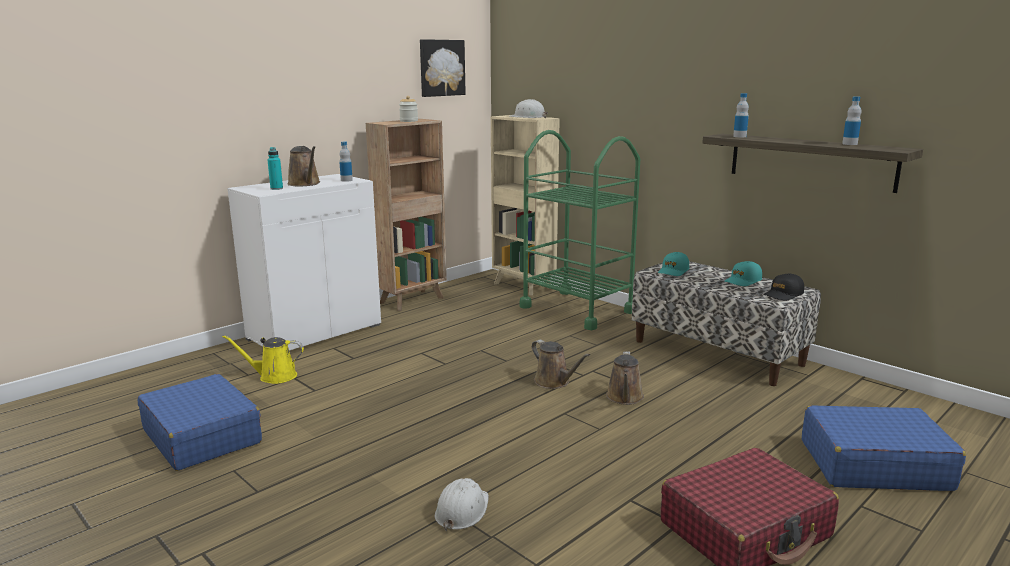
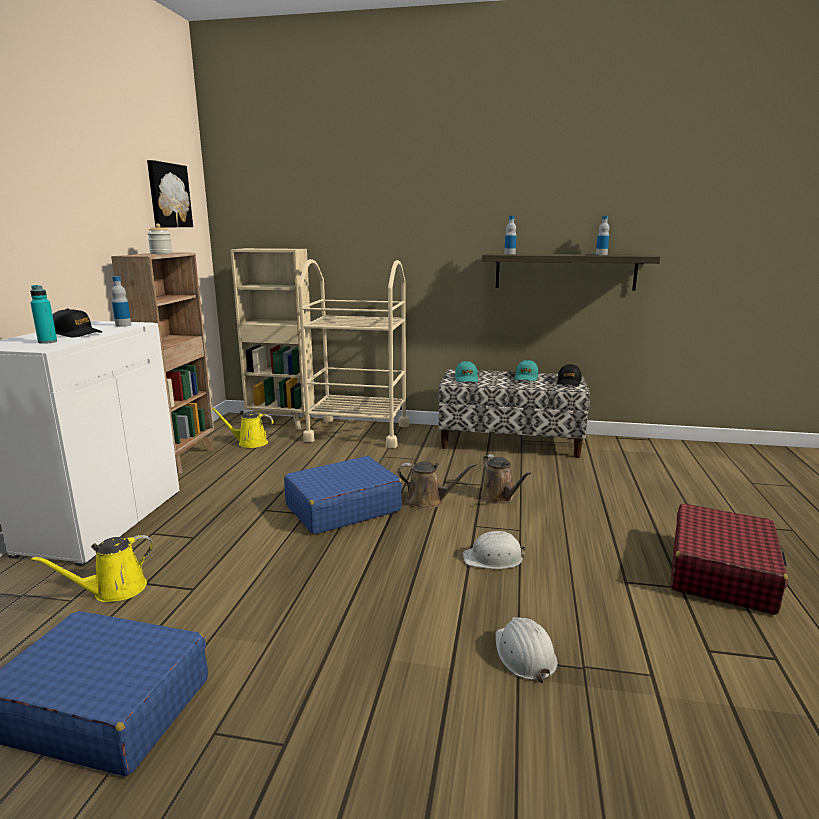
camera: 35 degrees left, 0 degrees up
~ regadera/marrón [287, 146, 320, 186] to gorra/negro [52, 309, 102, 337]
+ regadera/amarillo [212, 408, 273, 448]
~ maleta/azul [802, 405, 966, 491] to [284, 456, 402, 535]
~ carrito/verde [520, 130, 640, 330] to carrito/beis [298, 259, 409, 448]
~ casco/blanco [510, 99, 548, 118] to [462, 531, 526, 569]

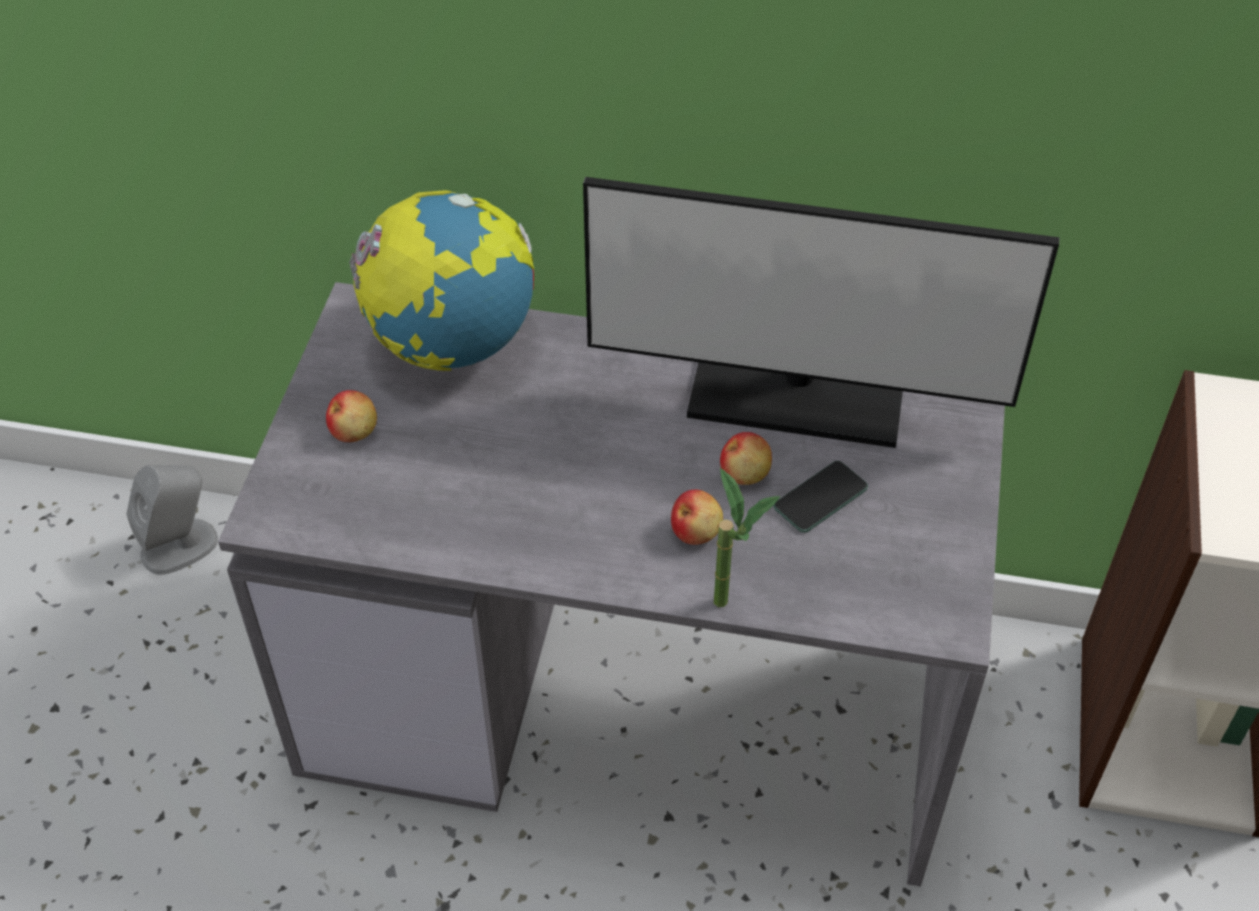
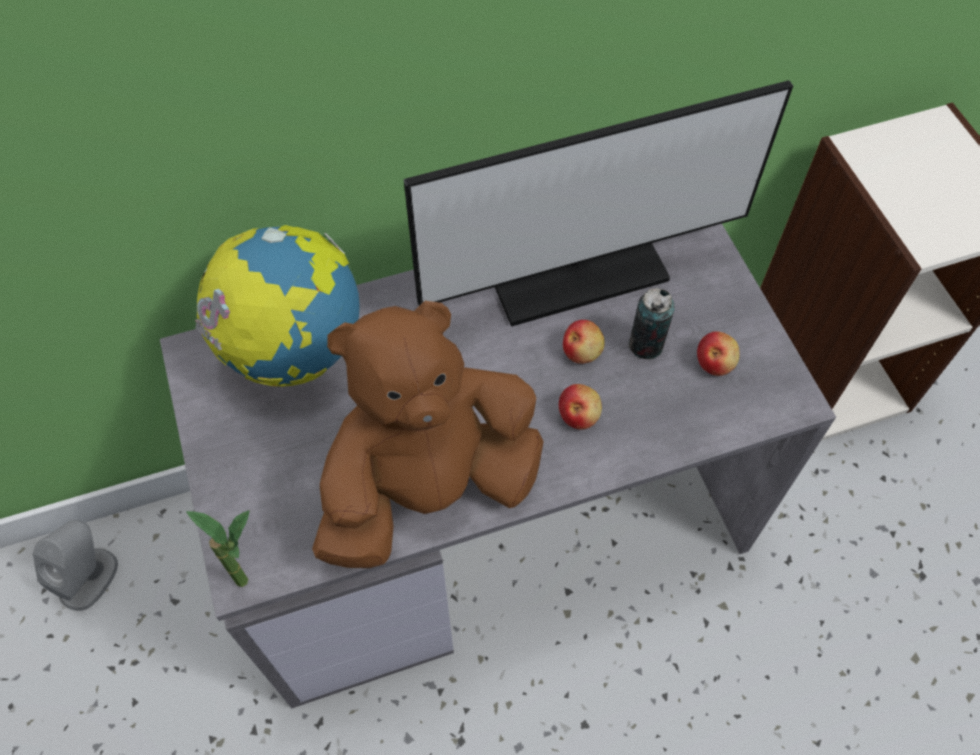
camera: 30 degrees left, 10 degrees up
~ planta en maceta [714, 468, 780, 607] to [186, 510, 250, 587]
+ peluche/marrón [312, 301, 544, 568]
~ móvil [773, 461, 868, 533] to lata [629, 288, 675, 359]
~ manzana [326, 390, 377, 442] to [697, 331, 740, 376]

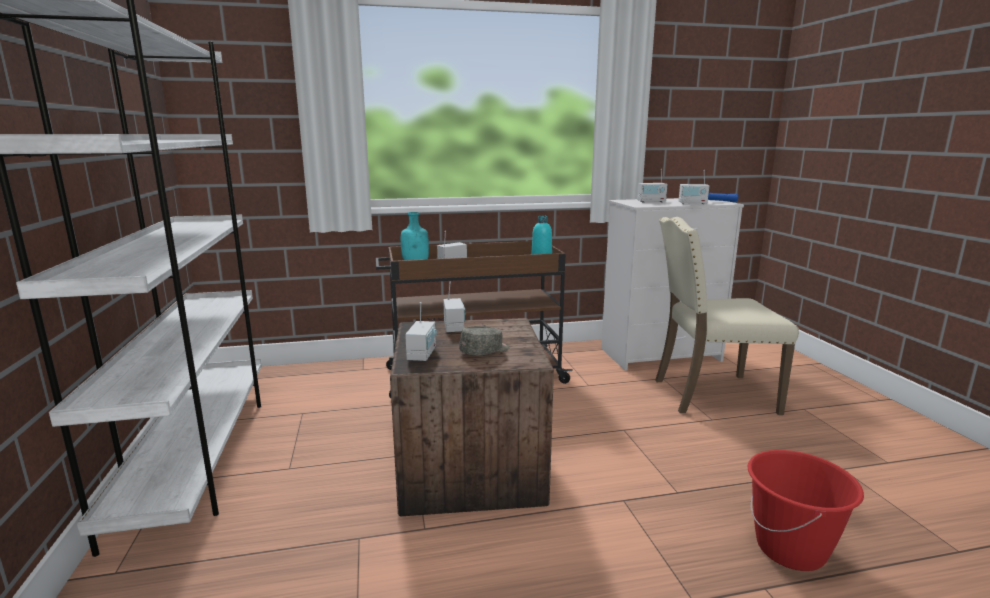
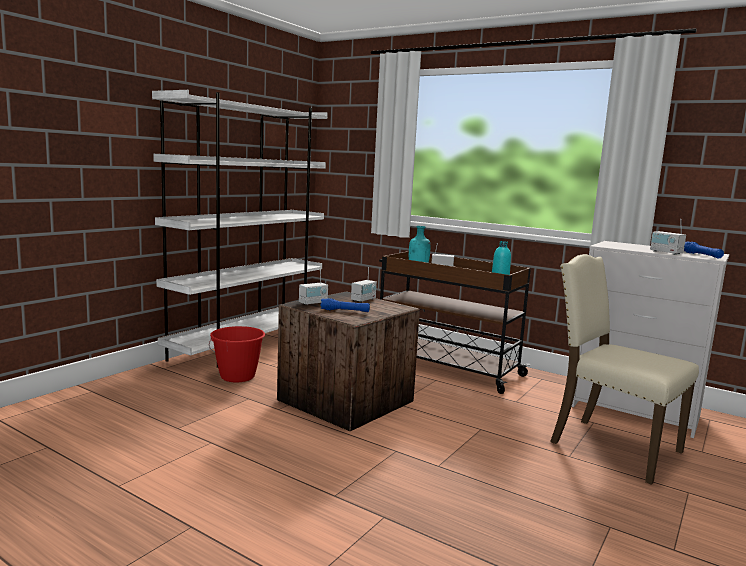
camera: 45 degrees right, 5 degrees down
~ cubo/rojo [747, 450, 864, 571] to [209, 326, 265, 382]
~ gorra/gris [459, 326, 510, 355] to linterna/azul [320, 298, 370, 312]
- radio [637, 169, 668, 203]

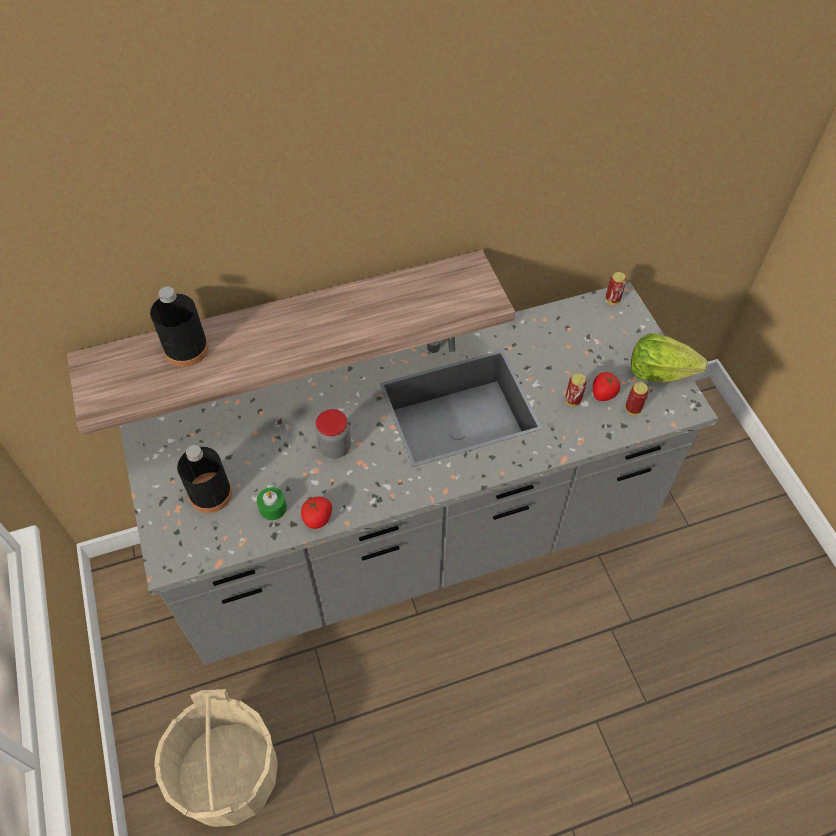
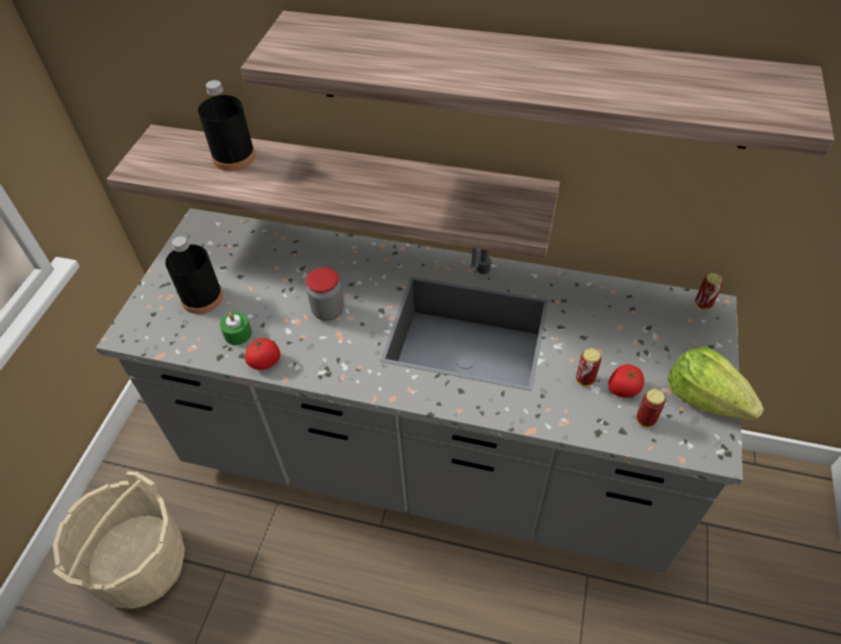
camera: 35 degrees right, 5 degrees down
+ estante [241, 11, 834, 157]

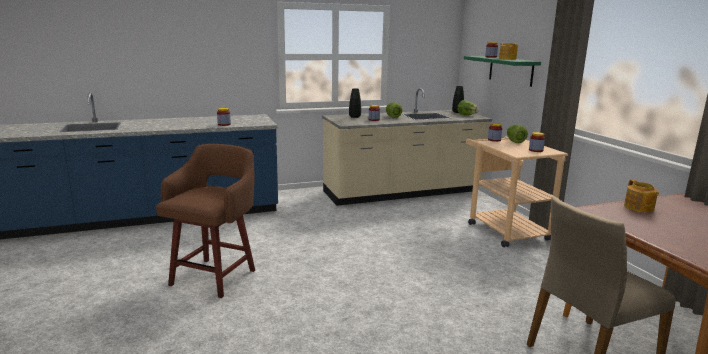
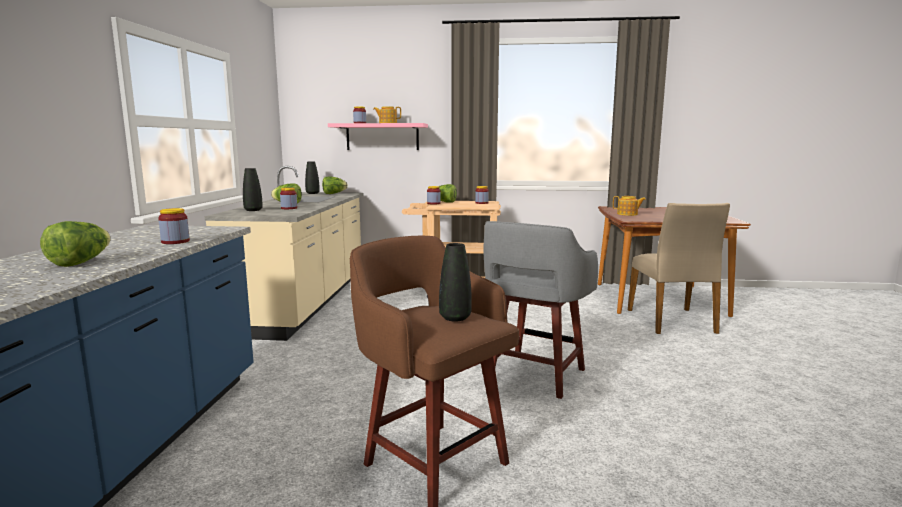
camera: 65 degrees left, 5 degrees down
+ lechuga [40, 221, 111, 267]
~ estante/verde [464, 56, 541, 87] to estante/rosa [328, 123, 428, 150]
+ florero/negro [439, 243, 472, 322]
+ taburete/gris [483, 221, 598, 399]

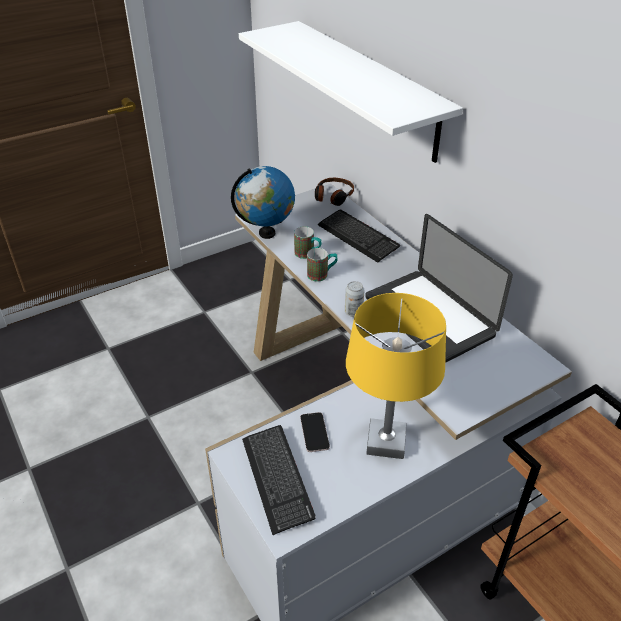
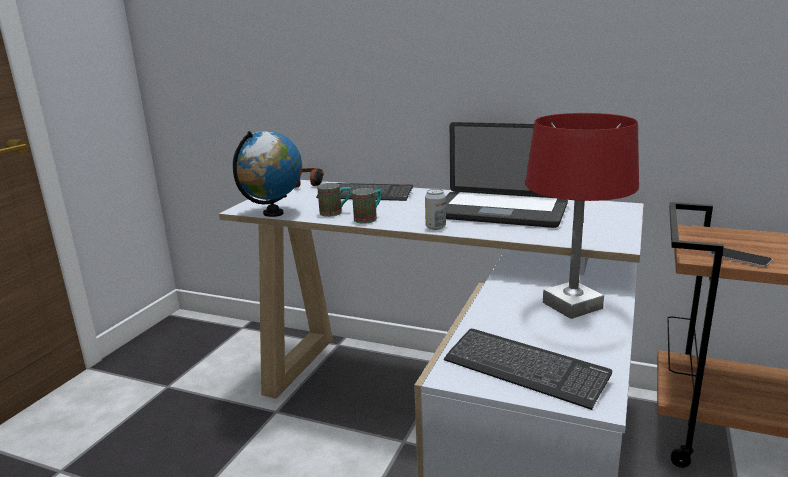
camera: 35 degrees left, 20 degrees down
~ lámpara de mesa/amarillo [346, 293, 446, 459] to lámpara de mesa/rojo [525, 113, 639, 319]
~ móvil [300, 412, 330, 452] to [710, 248, 773, 267]
- estante/blanco [239, 21, 463, 163]

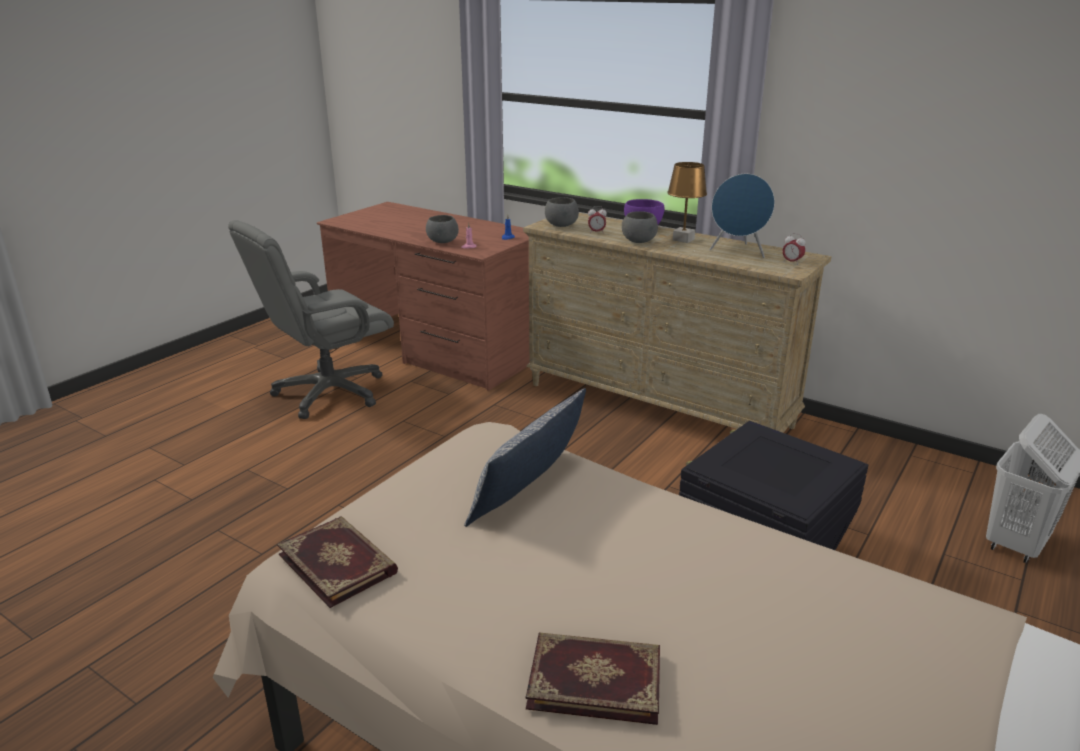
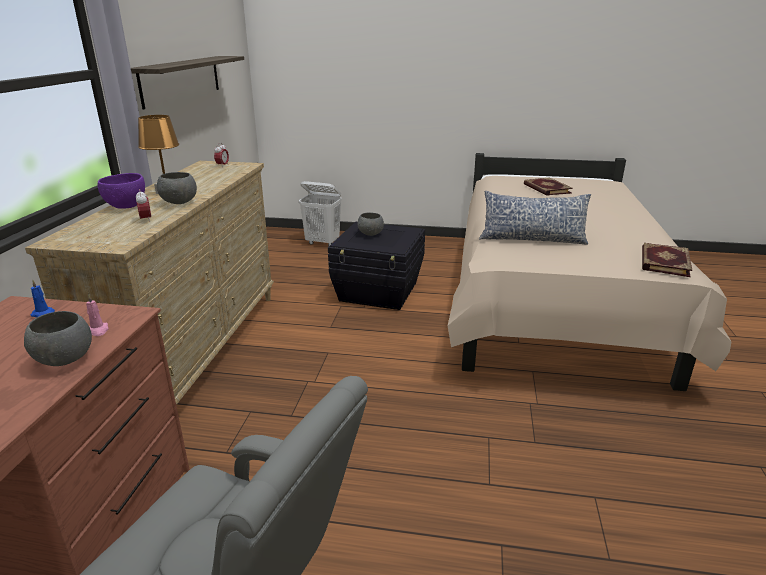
camera: 115 degrees left, 0 degrees up
+ estante [131, 56, 244, 109]
~ cuenco/gris [545, 197, 579, 227] to [357, 212, 384, 236]
~ libro [526, 632, 660, 725] to [524, 177, 573, 196]
- altavoz/azul [710, 174, 775, 258]

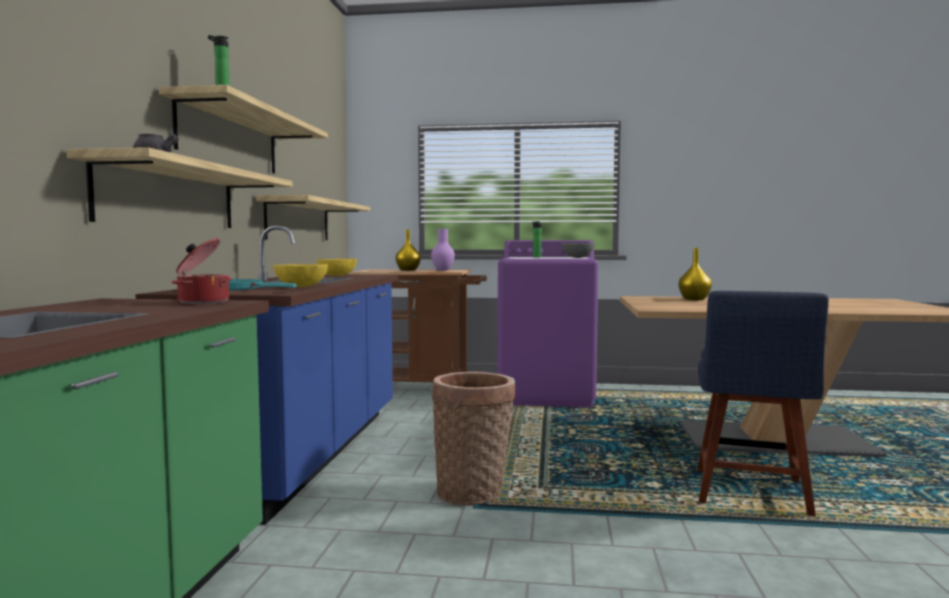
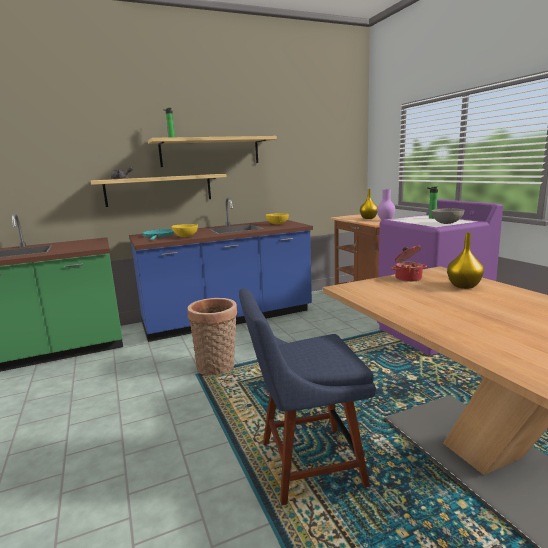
camera: 60 degrees right, 10 degrees up
~ olla [172, 238, 231, 304] to [391, 246, 427, 282]
- estante [256, 195, 370, 240]

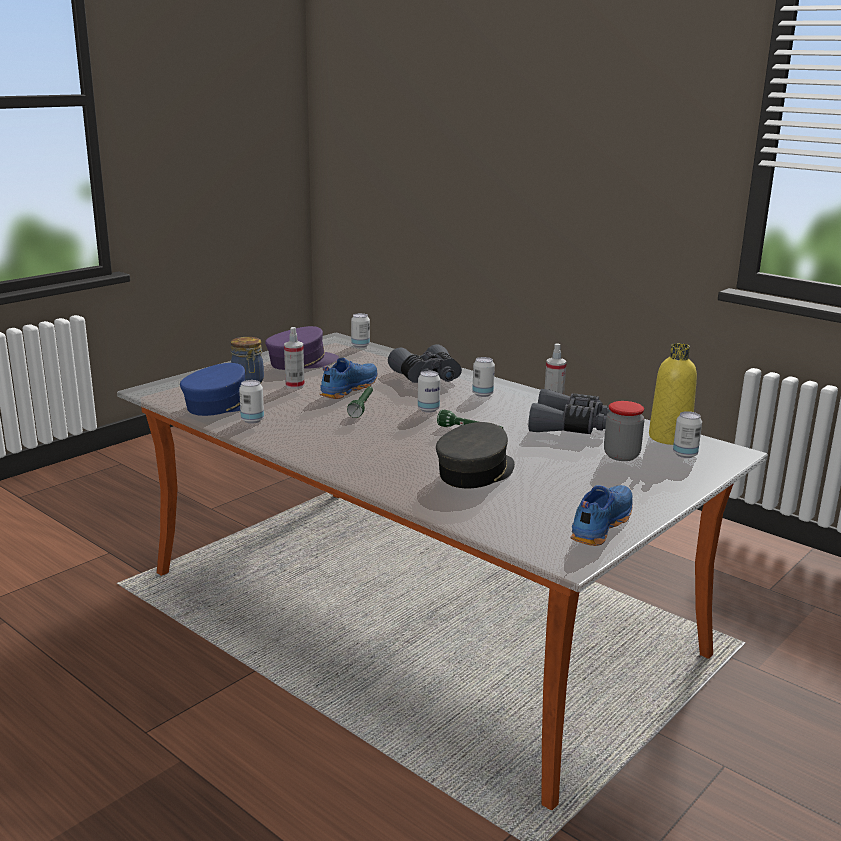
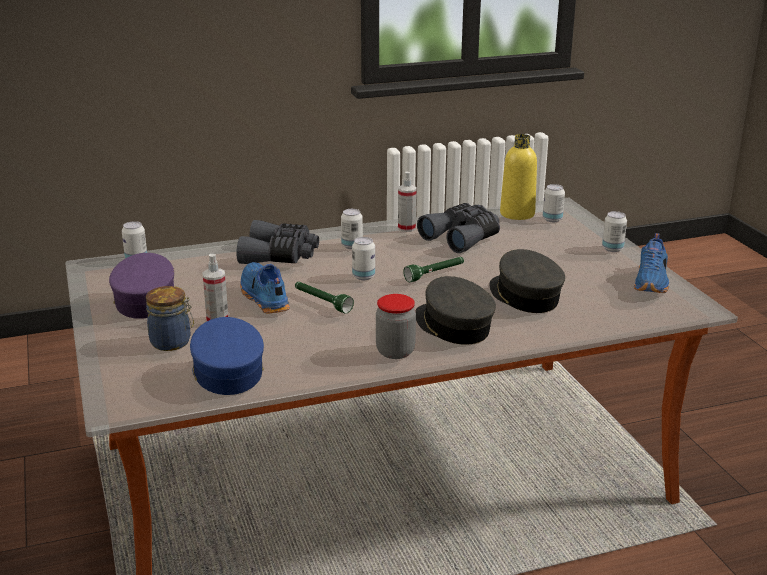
camera: 60 degrees left, 5 degrees up
~ tarro [604, 401, 644, 461] to [376, 294, 416, 359]
+ gorra/gris [416, 276, 496, 345]
~ lata [239, 380, 264, 423] to [602, 211, 627, 252]
~ zapato/azul [570, 485, 633, 546] = [634, 233, 669, 293] 135 degrees counterclockwise

